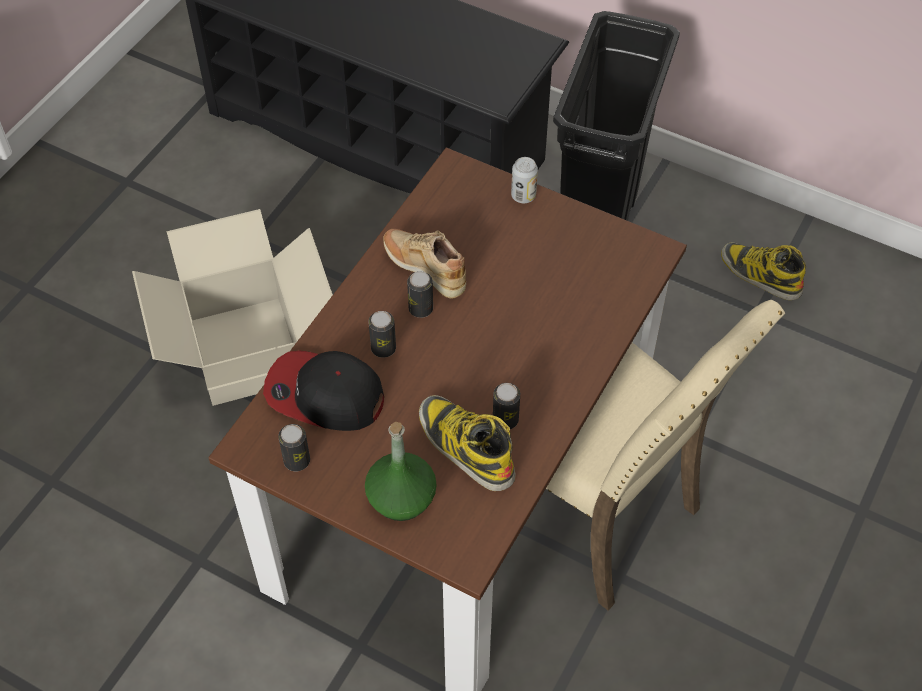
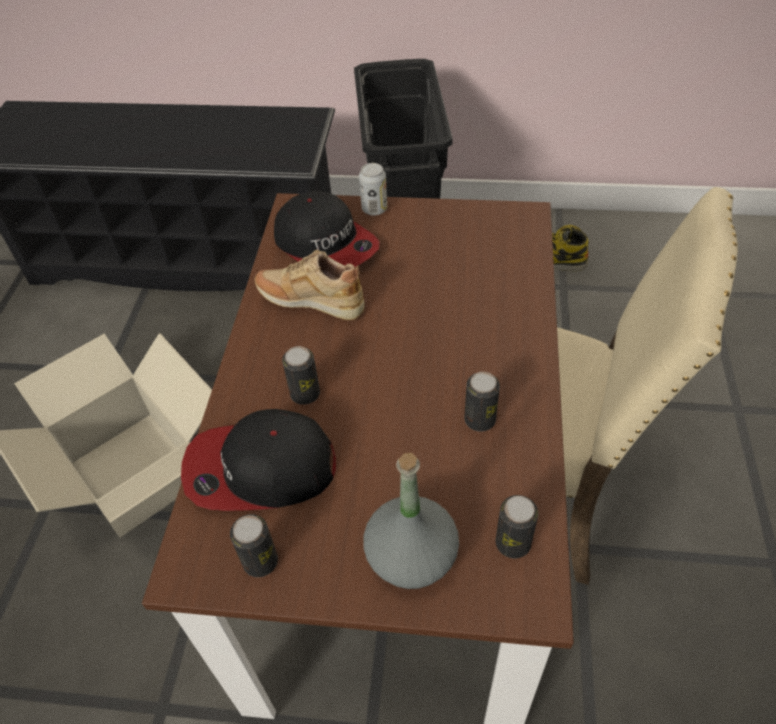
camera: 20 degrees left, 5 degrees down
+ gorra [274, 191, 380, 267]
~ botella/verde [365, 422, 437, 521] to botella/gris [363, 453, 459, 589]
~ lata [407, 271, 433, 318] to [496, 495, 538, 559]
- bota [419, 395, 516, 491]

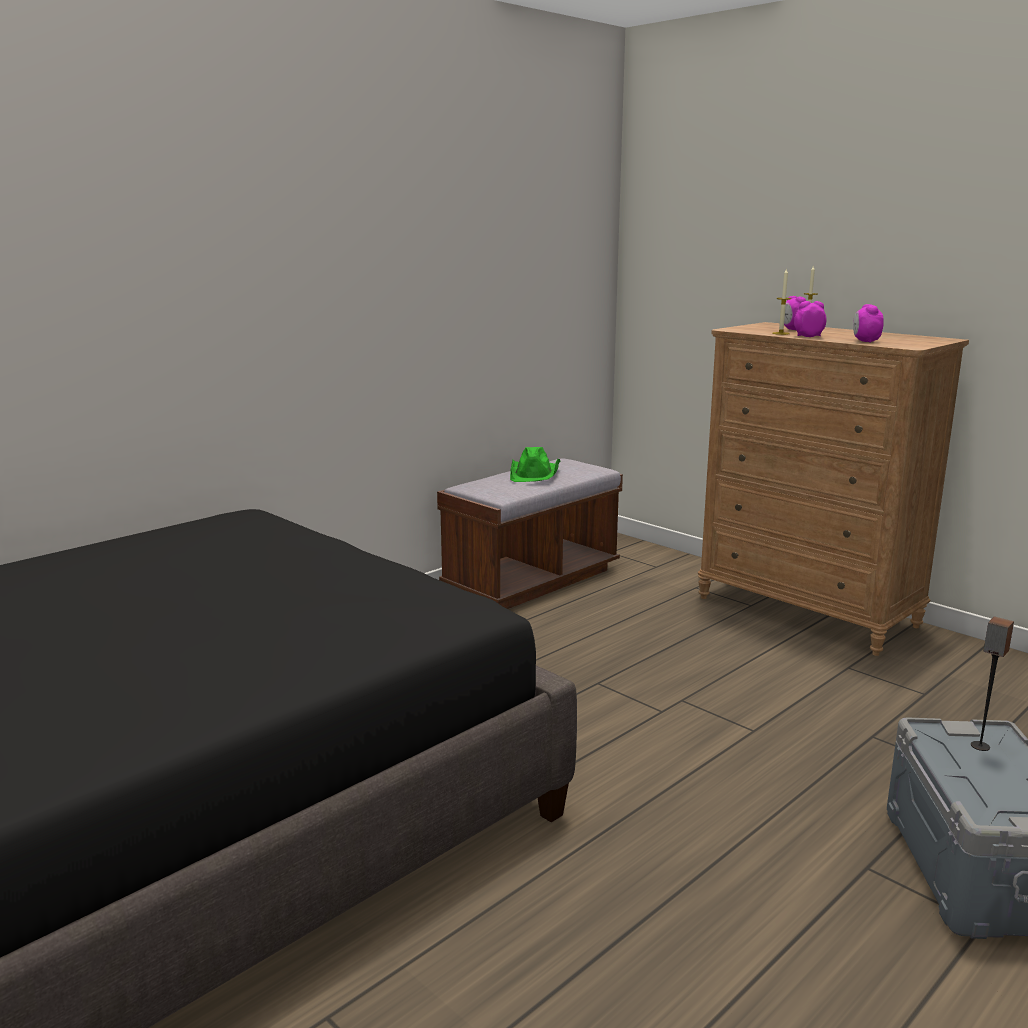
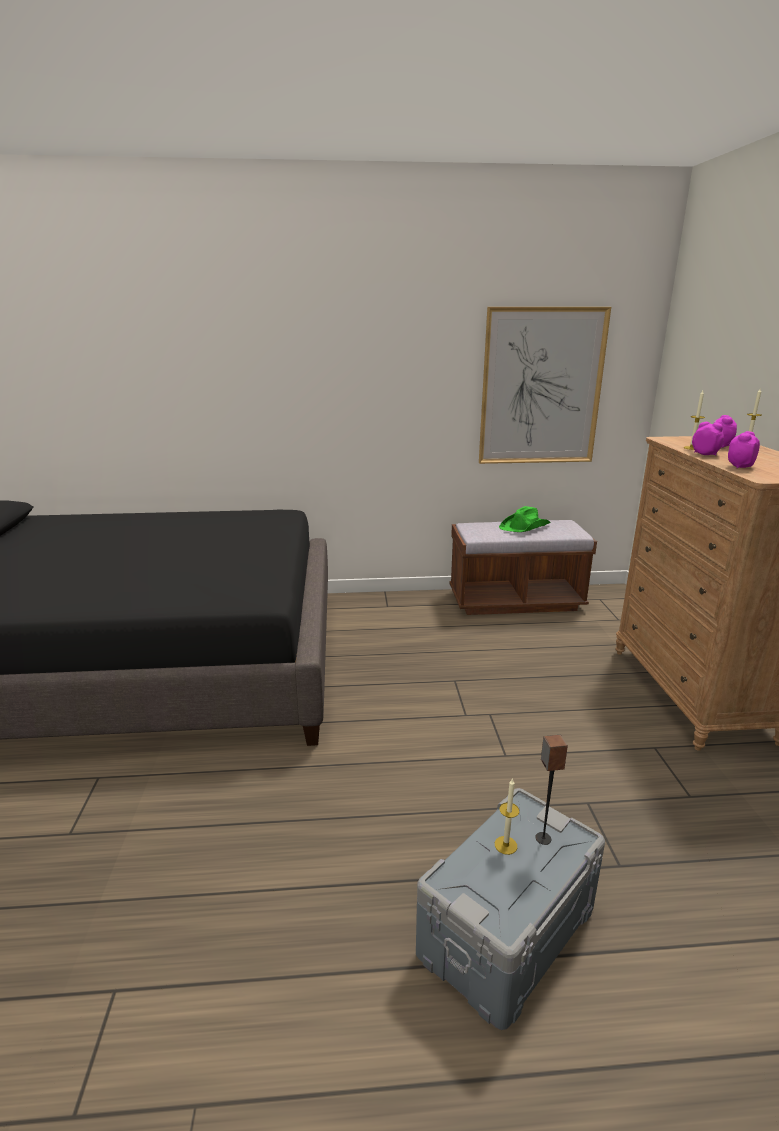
camera: 40 degrees right, 5 degrees up
+ cuadro [479, 307, 611, 464]
+ vela [495, 778, 519, 855]

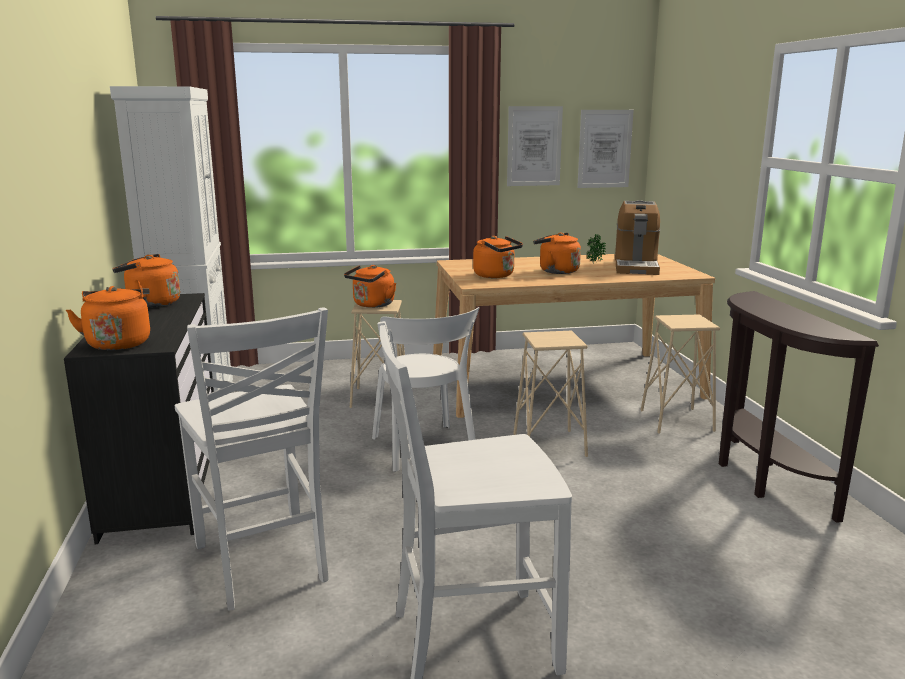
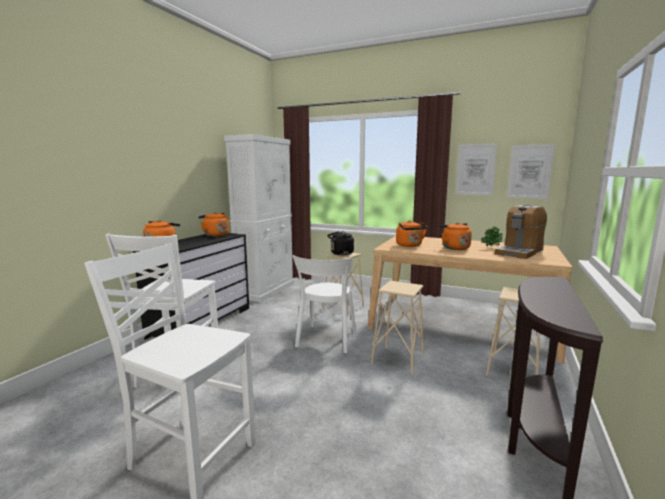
camera: 35 degrees right, 5 degrees down
~ hervidor/naranja [344, 265, 396, 308] to hervidor/negro [327, 231, 354, 255]

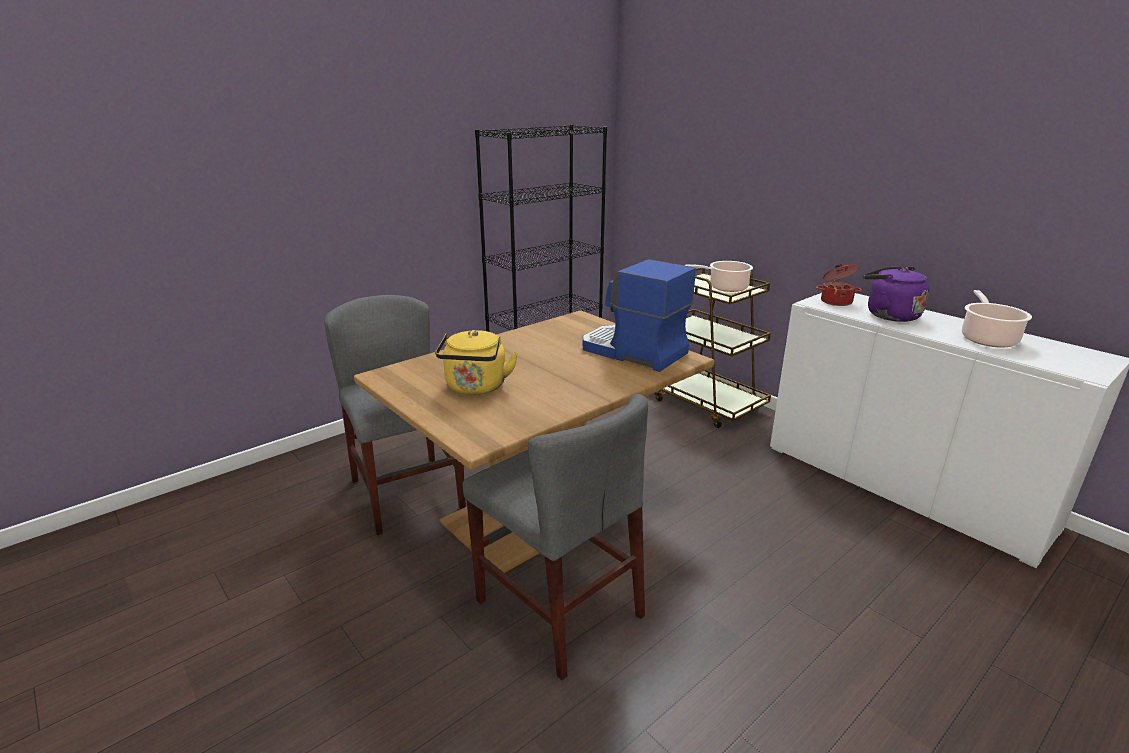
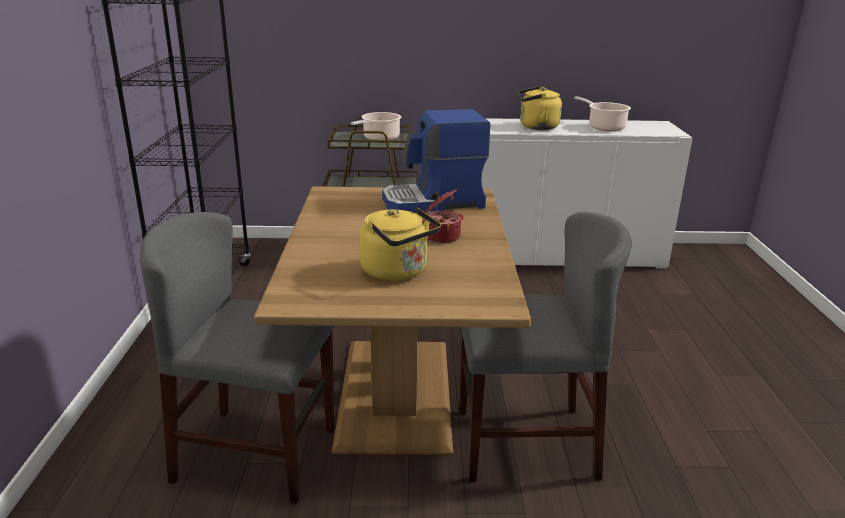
camera: 50 degrees left, 0 degrees up
~ olla [816, 264, 862, 306] to [422, 189, 464, 243]
~ hervidor/morado [863, 267, 929, 322] to hervidor/amarillo [518, 87, 562, 130]

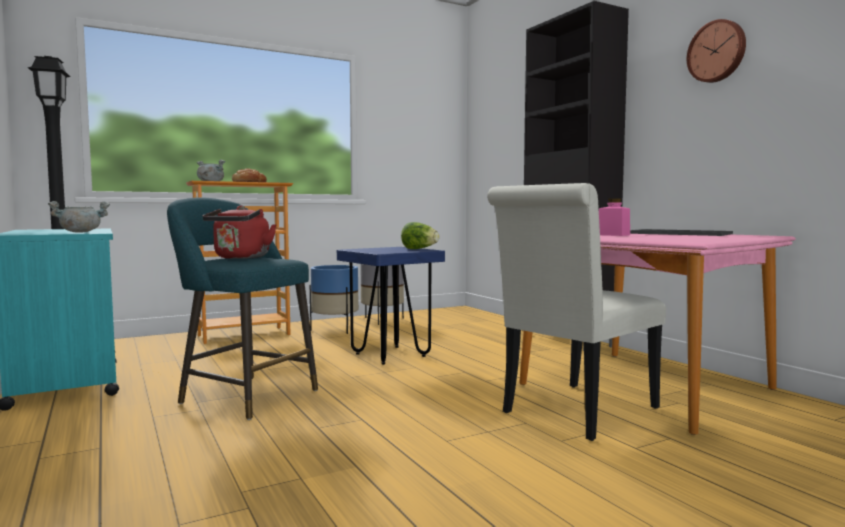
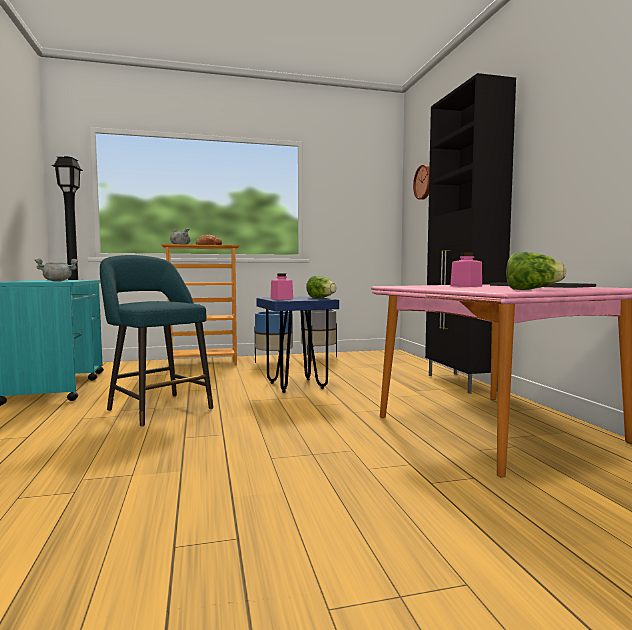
camera: 15 degrees right, 0 degrees up
+ tarro/rosa [270, 274, 293, 300]
~ reloj de pared [687, 19, 746, 83] to [413, 165, 430, 200]
+ lechuga [506, 252, 566, 290]
- hervidor/rojo [202, 206, 276, 259]
- silla/blanco [487, 183, 666, 441]

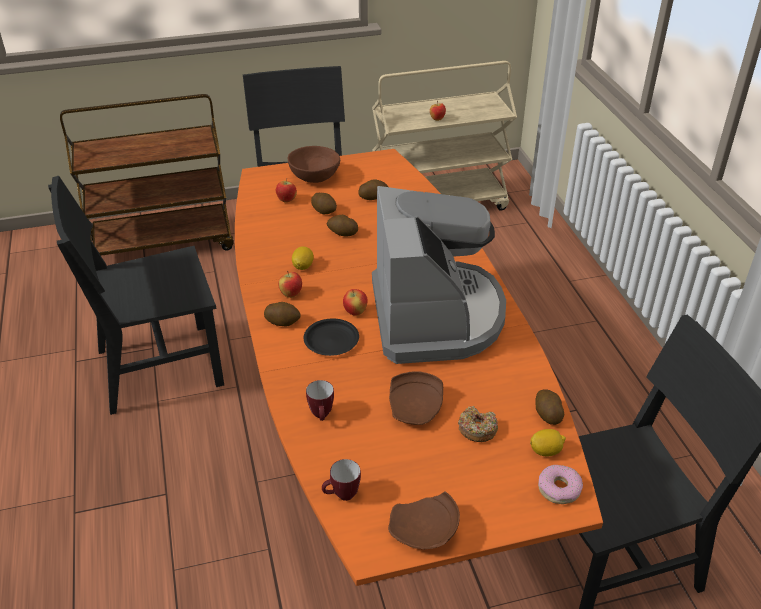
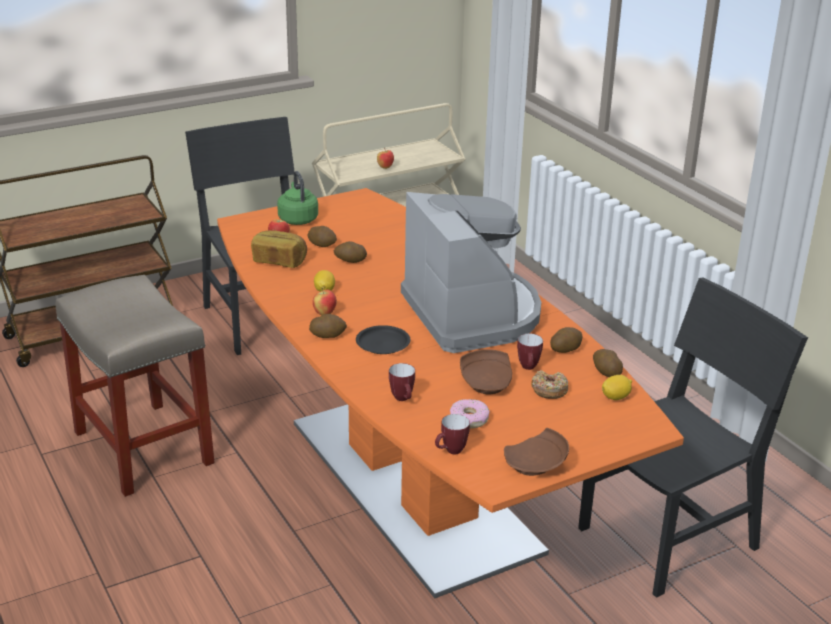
camera: 15 degrees left, 10 degrees down
~ silla/negro [48, 176, 224, 415] to taburete/beis [56, 275, 215, 497]
+ pan [251, 230, 307, 268]
~ cuenco/marrón [288, 146, 340, 183] to hervidor/verde [277, 171, 318, 225]
~ rosquilla [538, 465, 583, 504] to [450, 399, 490, 429]
+ taza grande [517, 334, 543, 370]
~ patata [358, 179, 388, 200] to [550, 327, 583, 353]
- manzana [343, 289, 368, 316]

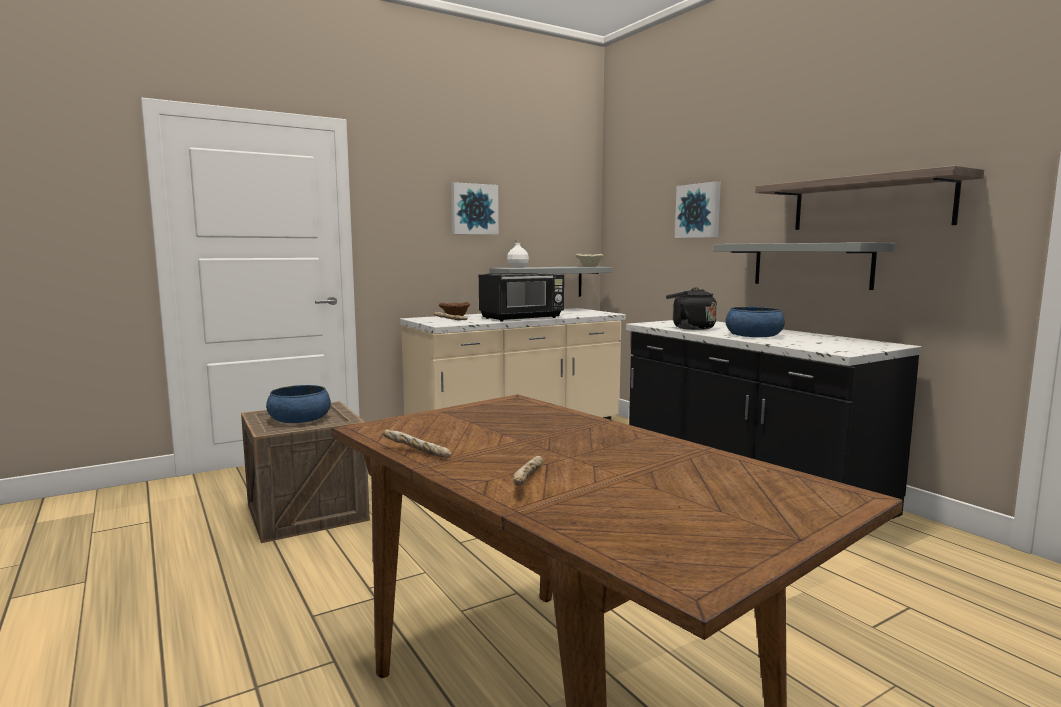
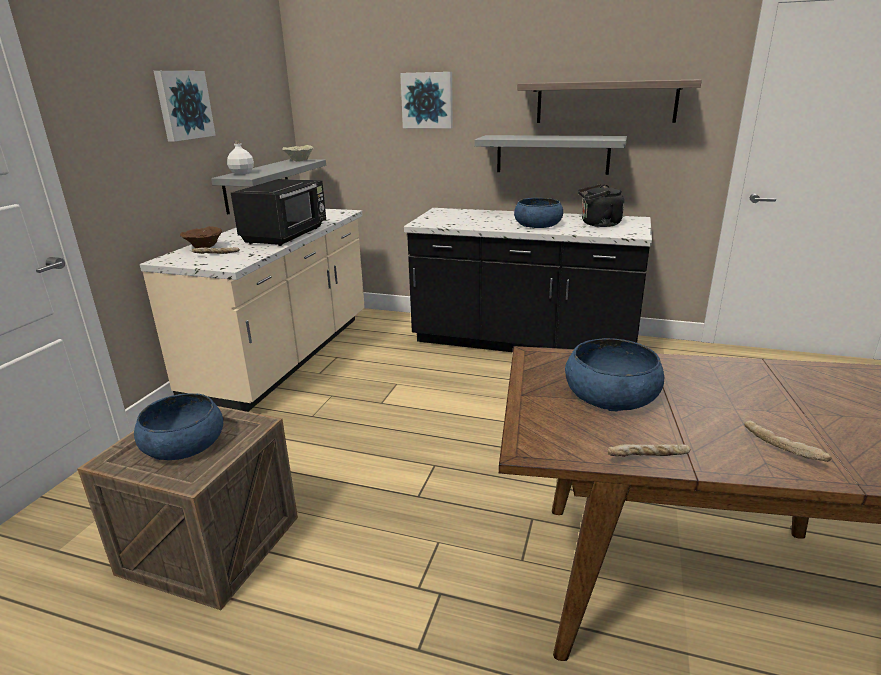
camera: 40 degrees left, 15 degrees up
+ cuenco/azul [565, 338, 664, 412]
~ hervidor/negro [666, 287, 717, 330] to [578, 184, 624, 227]

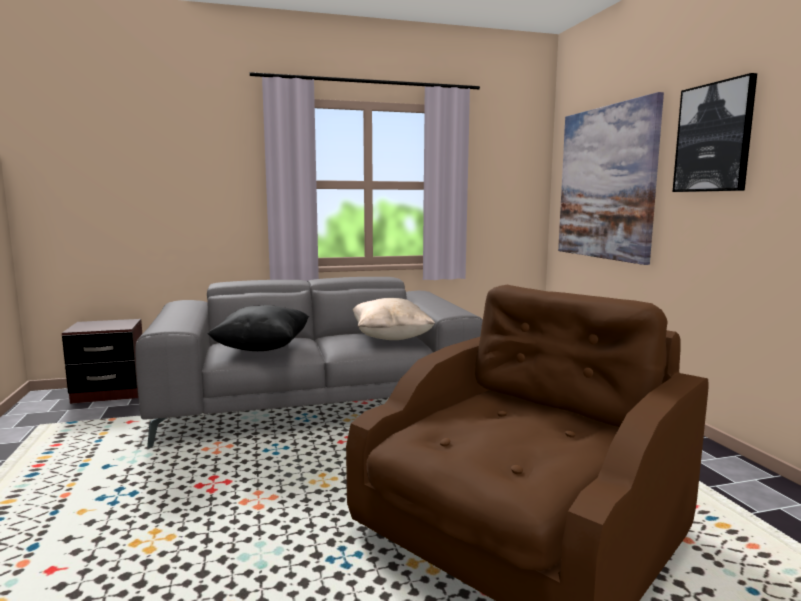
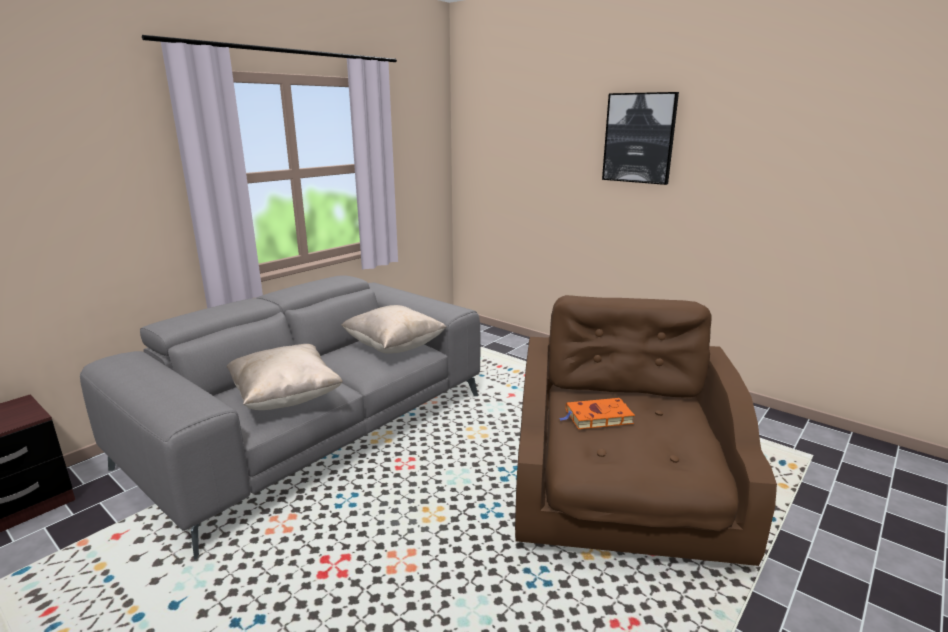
camera: 35 degrees left, 10 degrees up
~ cojín/negro [208, 305, 309, 351] to cojín/beis [226, 344, 343, 410]
+ libro/naranja [559, 398, 635, 429]
- cuadro [558, 92, 664, 265]

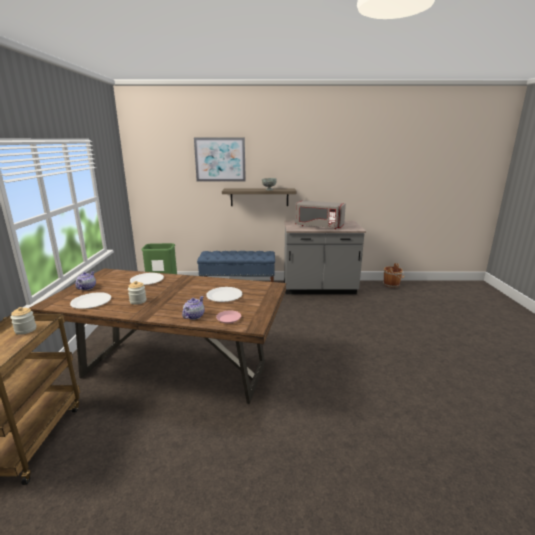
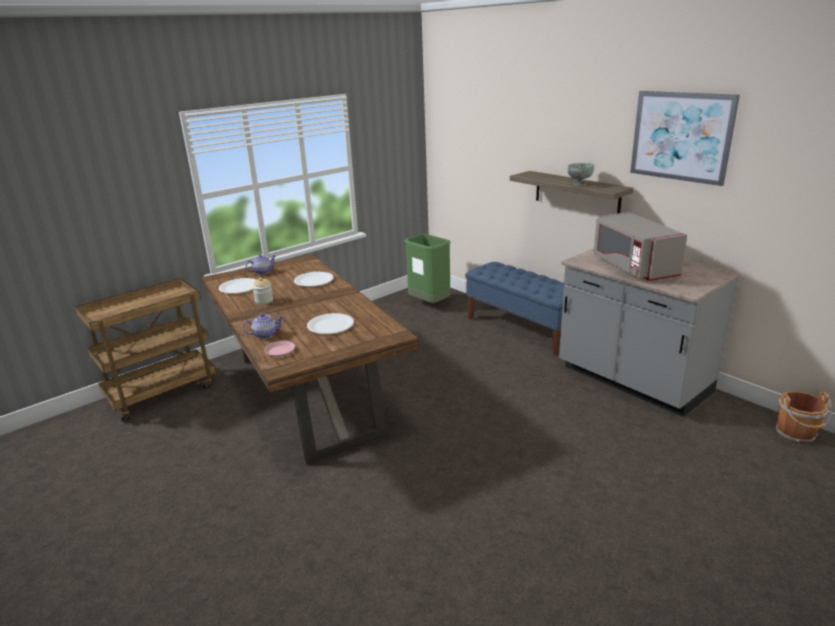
camera: 50 degrees right, 5 degrees up
~ cuadro [194, 137, 246, 181] to [630, 91, 740, 186]
- tarro [10, 307, 36, 335]

